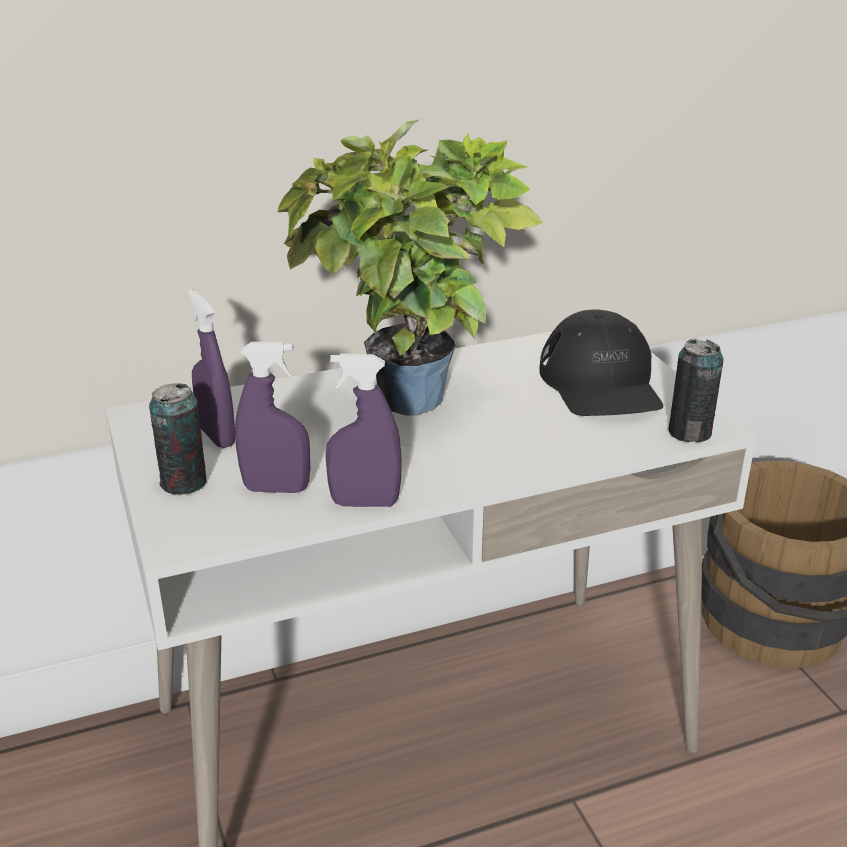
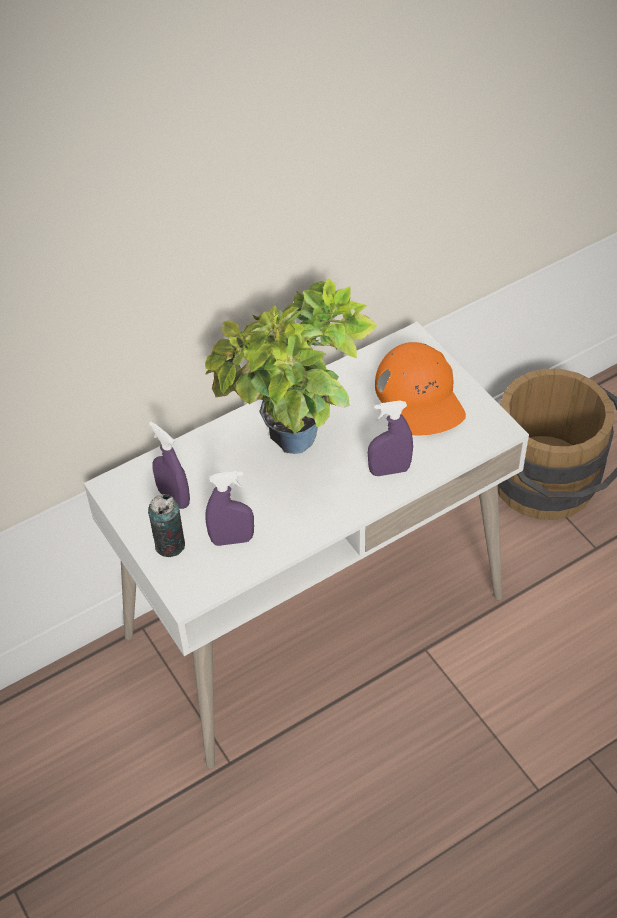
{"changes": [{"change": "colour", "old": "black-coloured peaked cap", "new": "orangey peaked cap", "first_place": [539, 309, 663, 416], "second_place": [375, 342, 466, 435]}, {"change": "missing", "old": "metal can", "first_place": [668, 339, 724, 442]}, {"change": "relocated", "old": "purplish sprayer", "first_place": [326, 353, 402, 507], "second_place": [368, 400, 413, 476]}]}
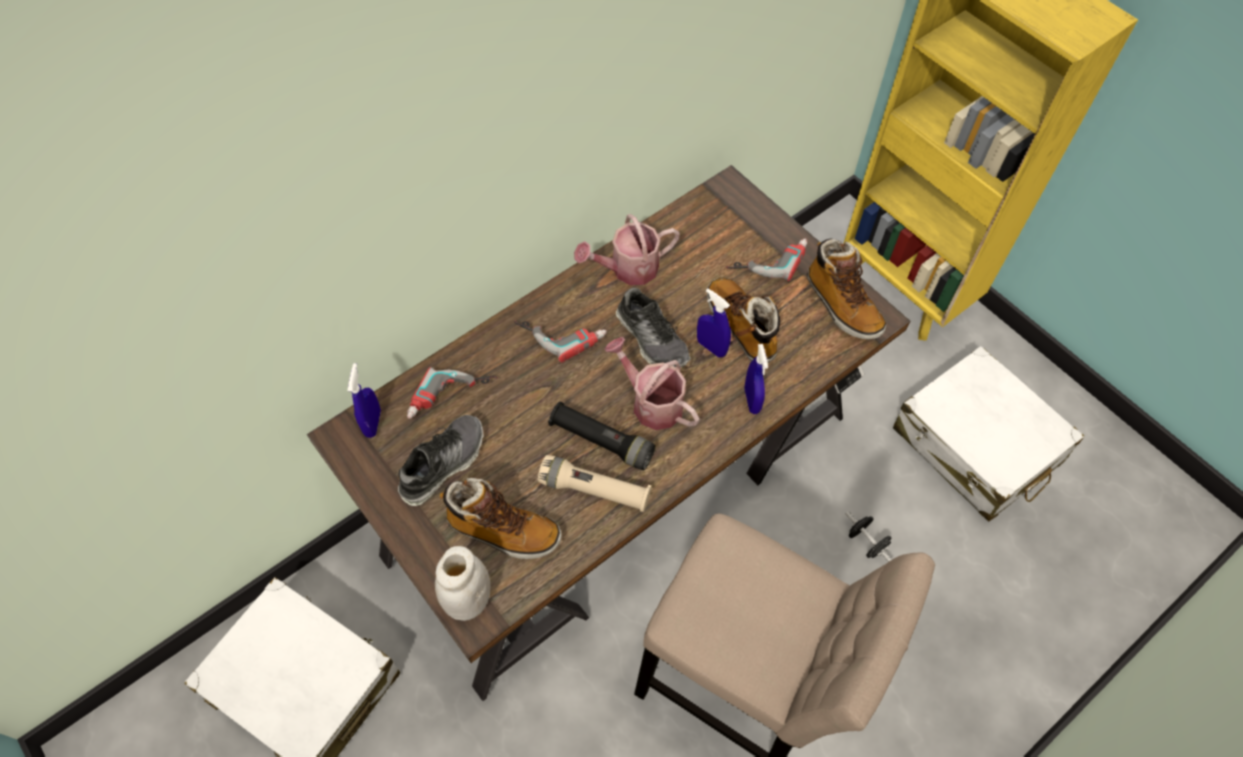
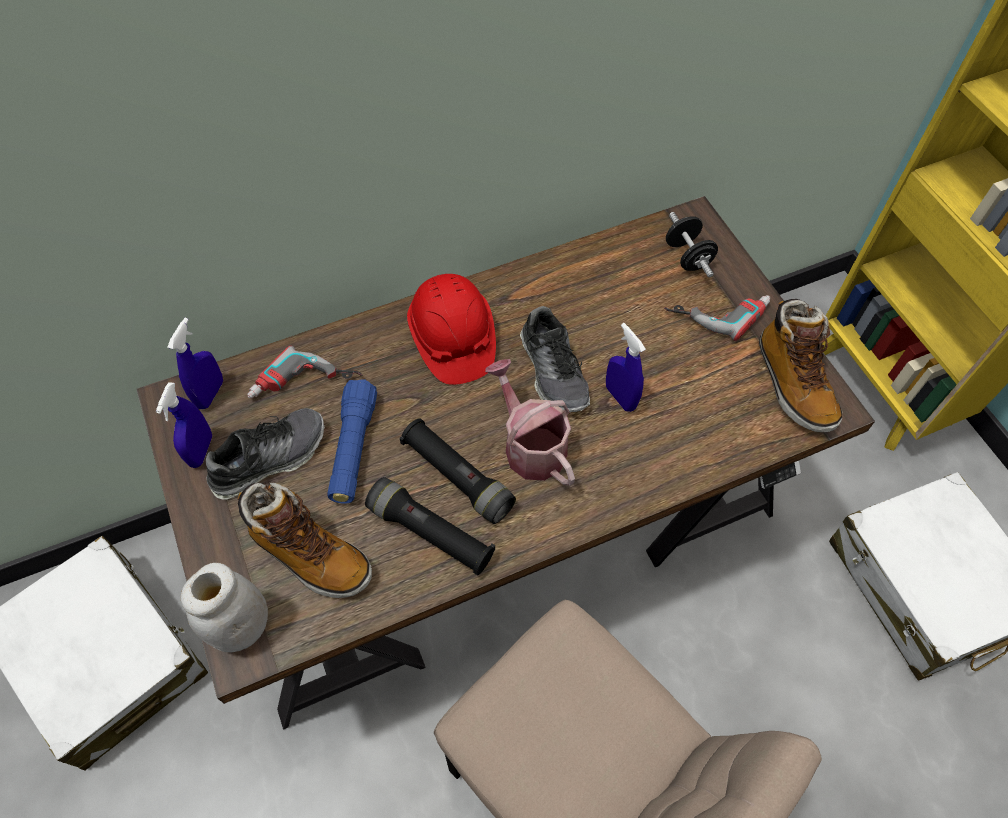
{"changes": [{"change": "missing", "old": "watering can", "first_place": [574, 214, 680, 285]}, {"change": "missing", "old": "boot", "first_place": [707, 277, 780, 363]}, {"change": "exchanged", "old": "drill", "new": "reddish hard hat", "first_place": [514, 321, 607, 363], "second_place": [407, 274, 496, 385]}, {"change": "relocated", "old": "blue sprayer", "first_place": [744, 344, 768, 414], "second_place": [156, 382, 212, 468]}, {"change": "colour", "old": "beige-coloured torch", "new": "black-coloured torch", "first_place": [538, 455, 651, 512], "second_place": [365, 477, 495, 575]}, {"change": "relocated", "old": "black-coloured hand weight", "first_place": [845, 511, 893, 562], "second_place": [666, 212, 718, 277]}, {"change": "appeared", "new": "blue torch", "second_place": [327, 379, 377, 504]}]}
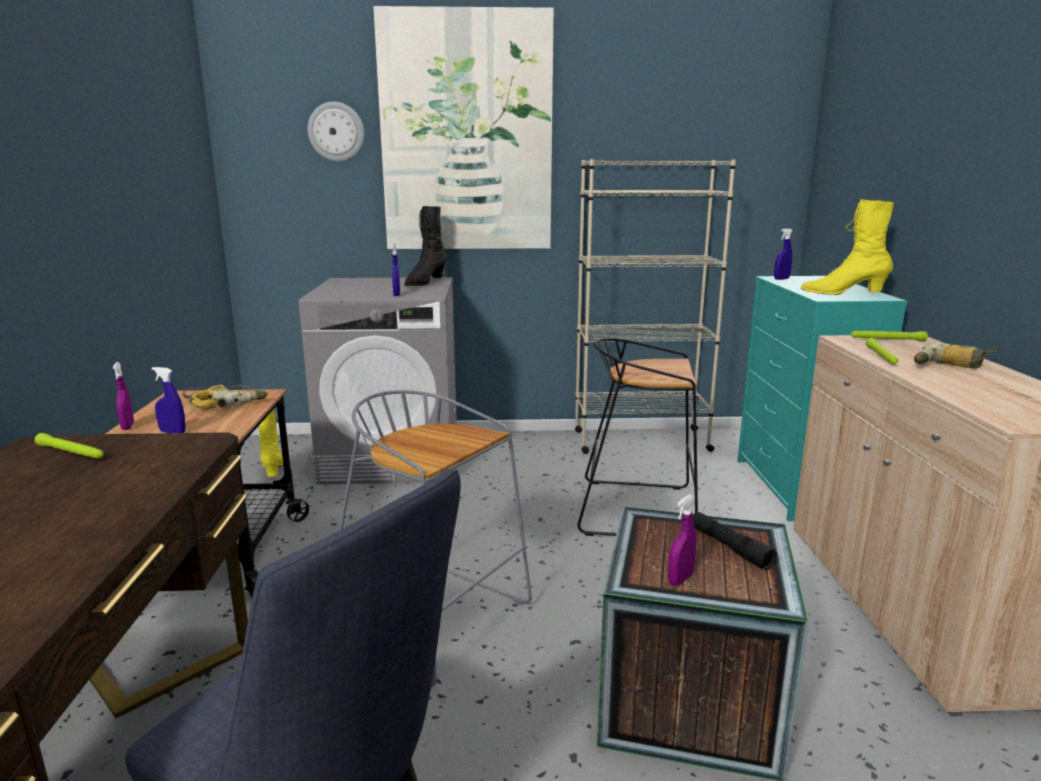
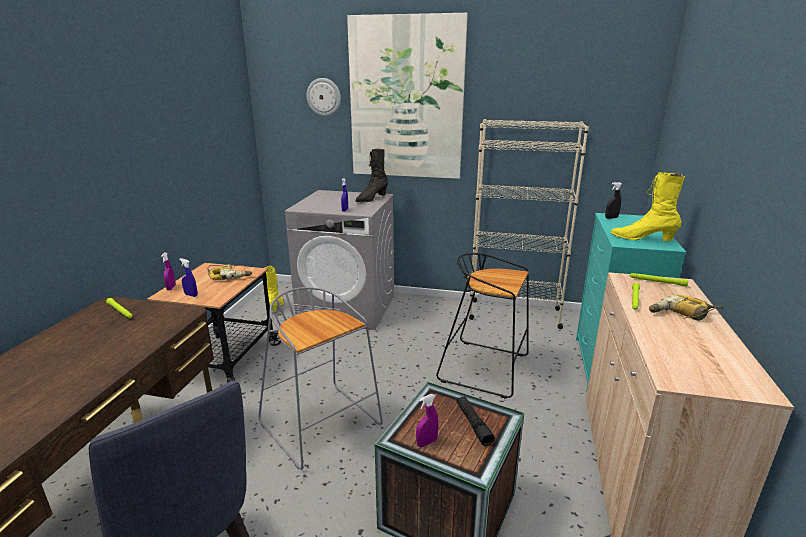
{"changes": [{"change": "colour", "old": "blue sprayer", "new": "black-coloured sprayer", "first_place": [774, 229, 792, 280], "second_place": [605, 182, 622, 219]}]}
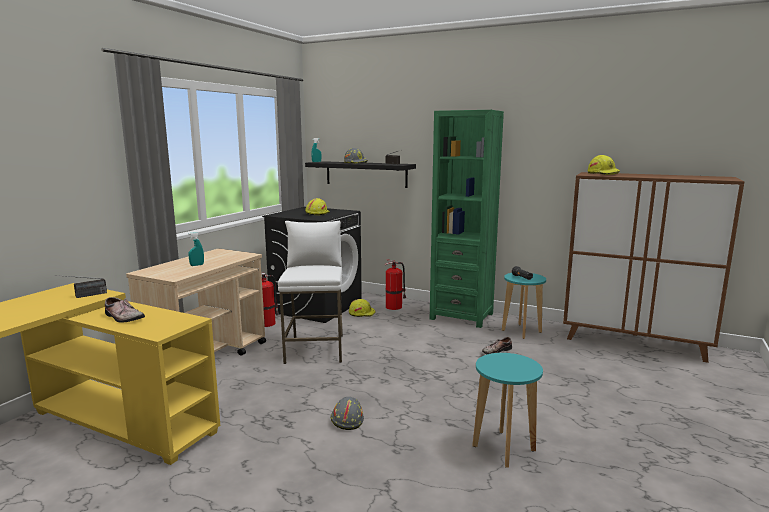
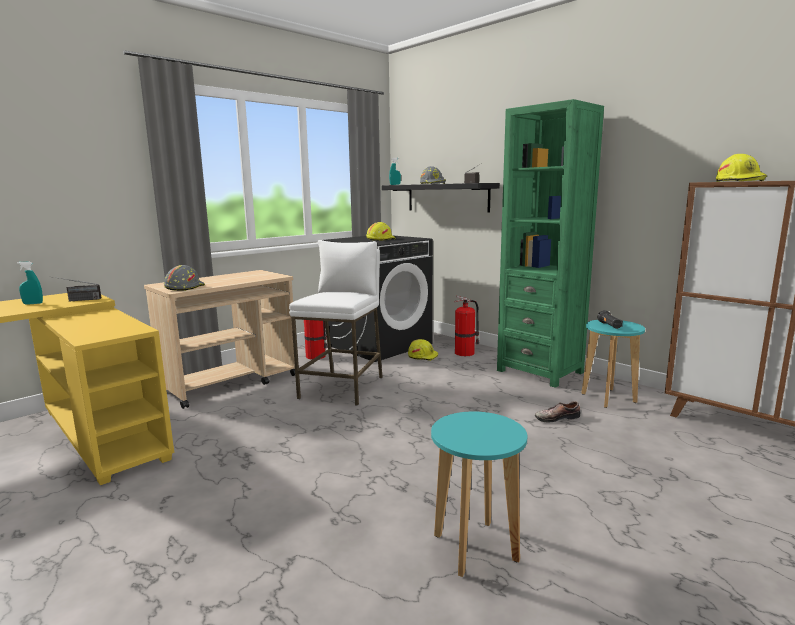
{"changes": [{"change": "relocated", "old": "turquoise-coloured sprayer", "first_place": [188, 232, 204, 266], "second_place": [17, 262, 43, 304]}, {"change": "missing", "old": "low shoe", "first_place": [105, 297, 145, 322]}, {"change": "relocated", "old": "gray hard hat", "first_place": [331, 397, 364, 430], "second_place": [164, 265, 205, 291]}]}
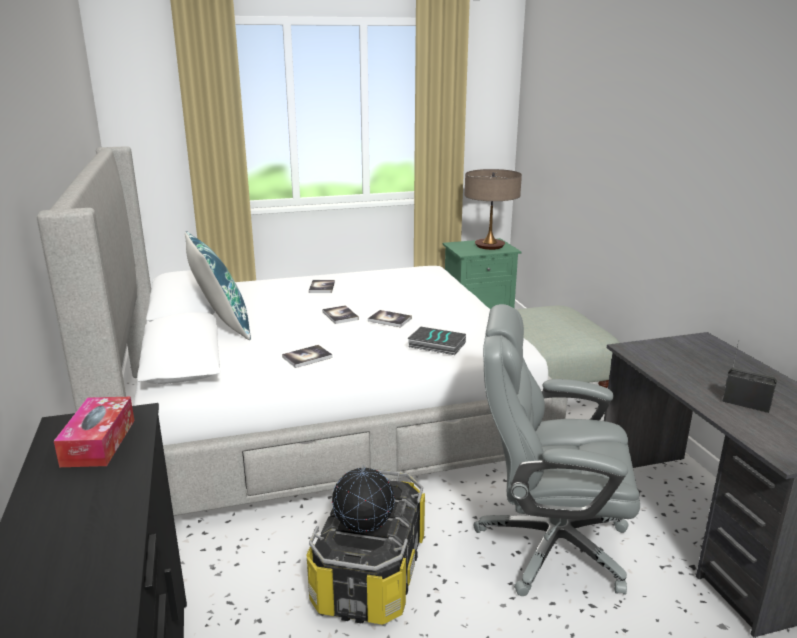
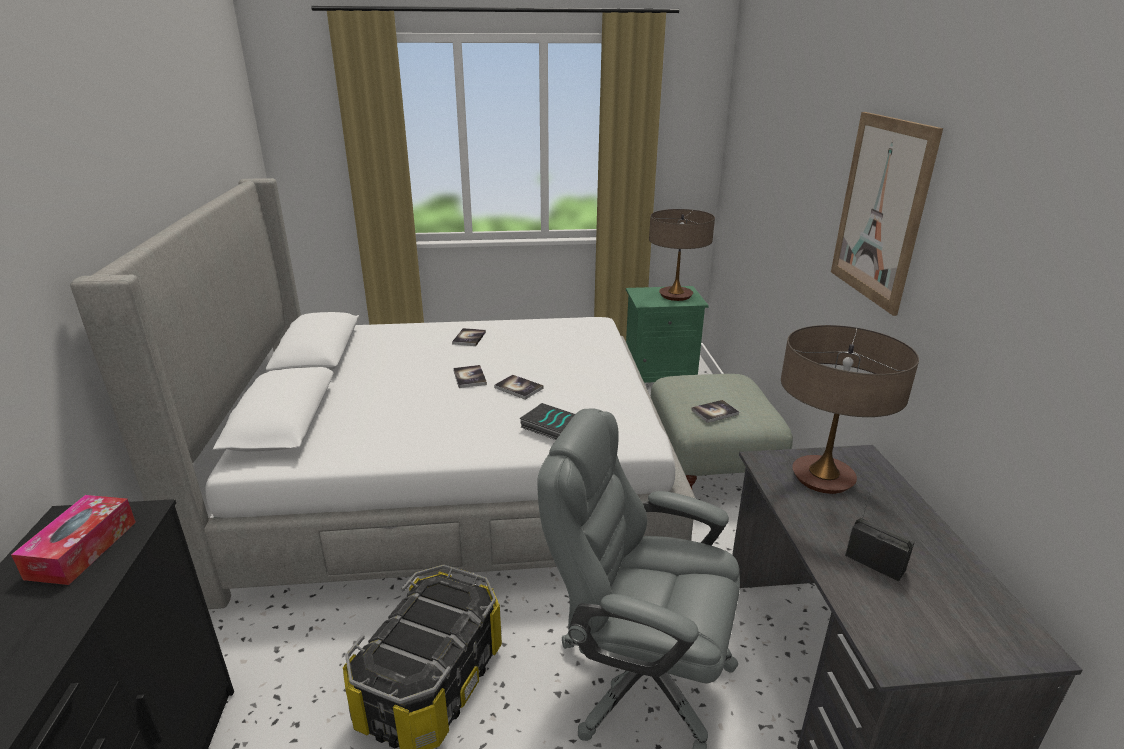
{"changes": [{"change": "missing", "old": "blue cushion", "first_place": [185, 231, 251, 340]}, {"change": "relocated", "old": "bound book", "first_place": [282, 345, 333, 368], "second_place": [691, 400, 739, 423]}, {"change": "missing", "old": "world globe", "first_place": [332, 465, 395, 532]}, {"change": "appeared", "new": "wall art", "second_place": [831, 112, 943, 316]}, {"change": "appeared", "new": "lamp for a table", "second_place": [781, 325, 919, 494]}]}
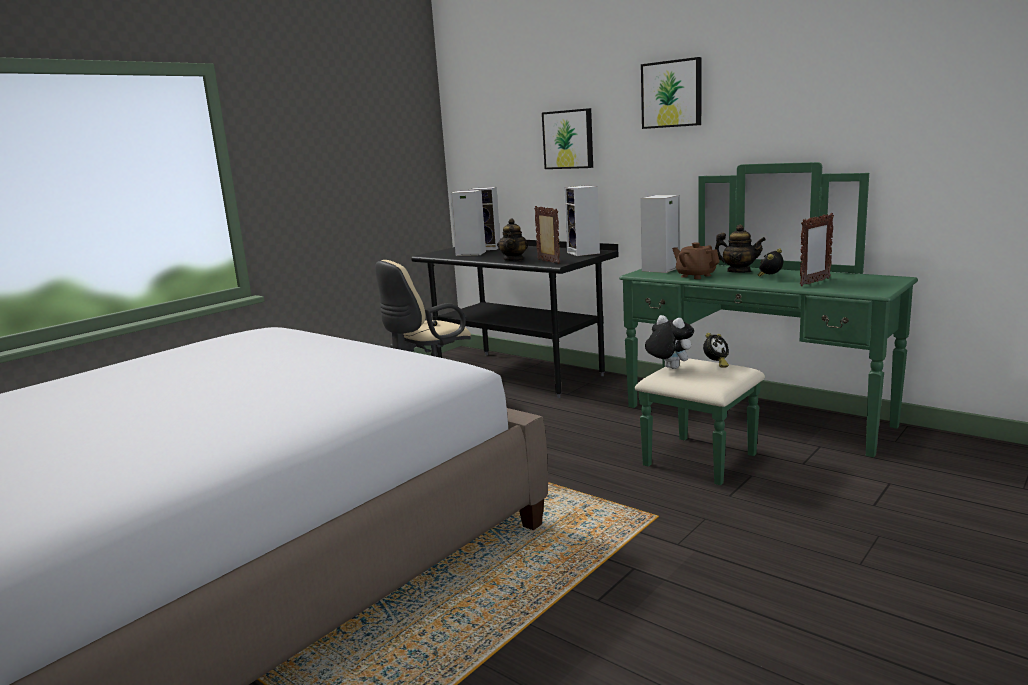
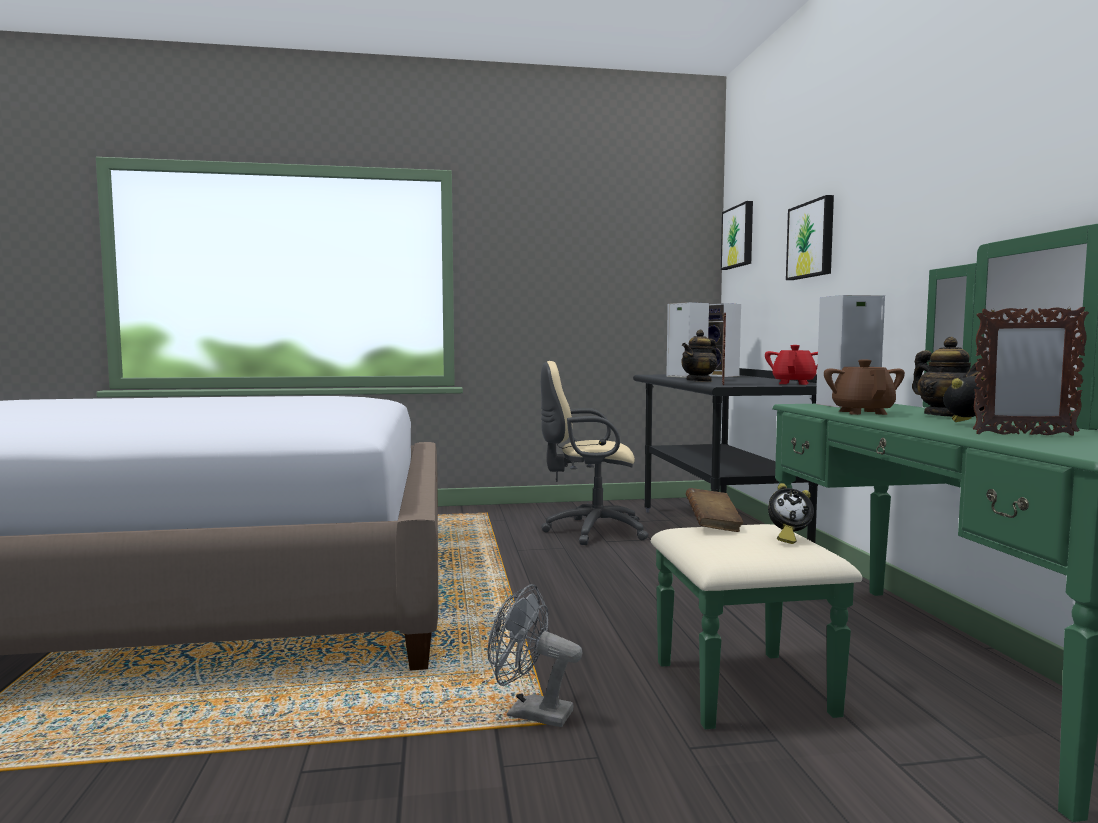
{"changes": [{"change": "relocated", "old": "wall art", "first_place": [641, 57, 701, 129], "second_place": [721, 201, 753, 270]}, {"change": "exchanged", "old": "loudspeaker", "new": "reddish pot for tea", "first_place": [564, 185, 600, 256], "second_place": [765, 345, 818, 385]}, {"change": "exchanged", "old": "soft toy", "new": "brown bound book", "first_place": [645, 315, 694, 369], "second_place": [686, 488, 744, 532]}, {"change": "appeared", "new": "gray fan", "second_place": [487, 584, 582, 727]}]}
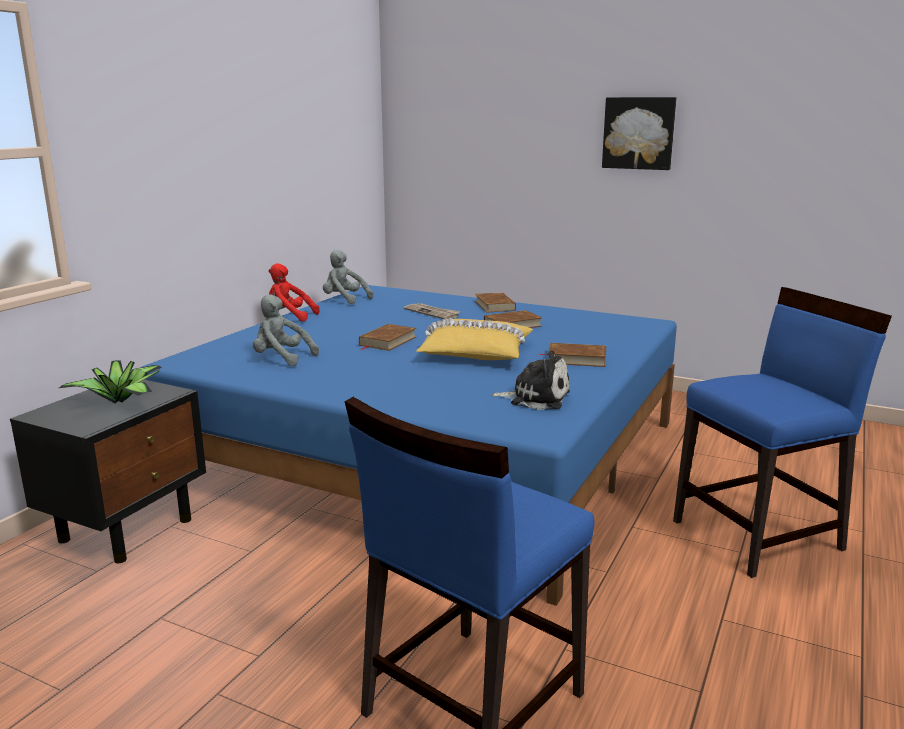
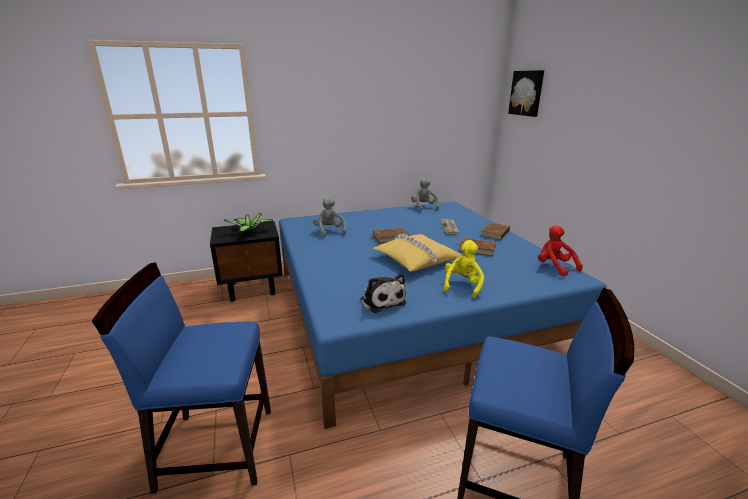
{"changes": [{"change": "relocated", "old": "wall art", "first_place": [602, 97, 676, 170], "second_place": [508, 70, 544, 117]}, {"change": "relocated", "old": "reddish soft toy", "first_place": [269, 263, 320, 321], "second_place": [538, 225, 583, 276]}, {"change": "exchanged", "old": "brown bound book", "new": "yellow soft toy", "first_place": [540, 343, 606, 367], "second_place": [443, 240, 484, 298]}]}
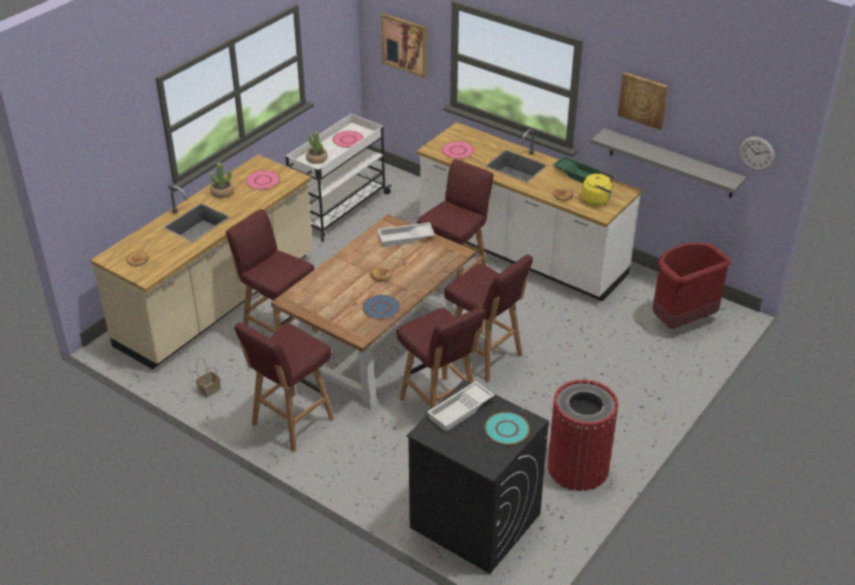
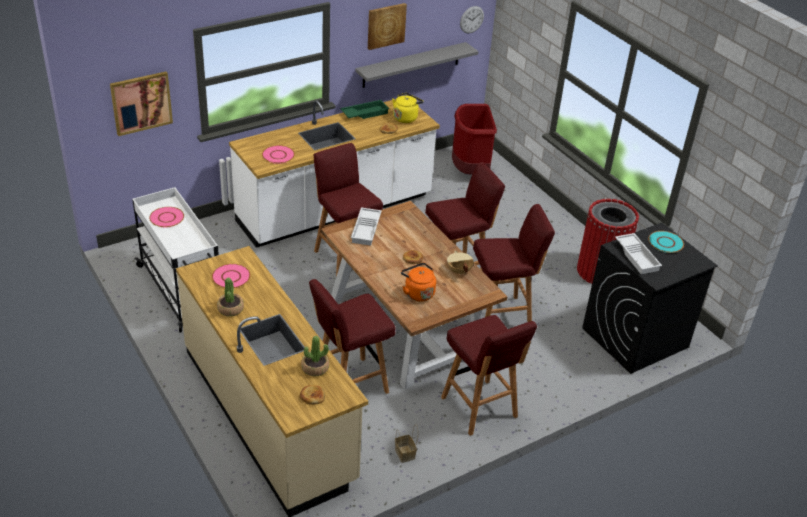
{"changes": [{"change": "relocated", "old": "potted plant", "first_place": [306, 131, 328, 164], "second_place": [301, 336, 329, 376]}, {"change": "exchanged", "old": "blue dinner plate", "new": "beige-coloured stockpot", "first_place": [362, 295, 401, 319], "second_place": [447, 250, 474, 275]}, {"change": "appeared", "new": "orangey water kettle", "second_place": [401, 263, 436, 302]}]}
